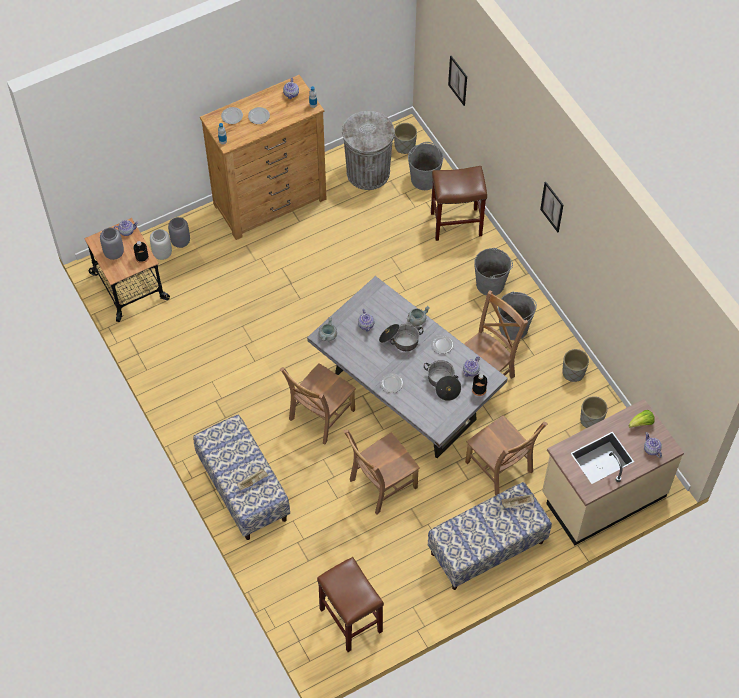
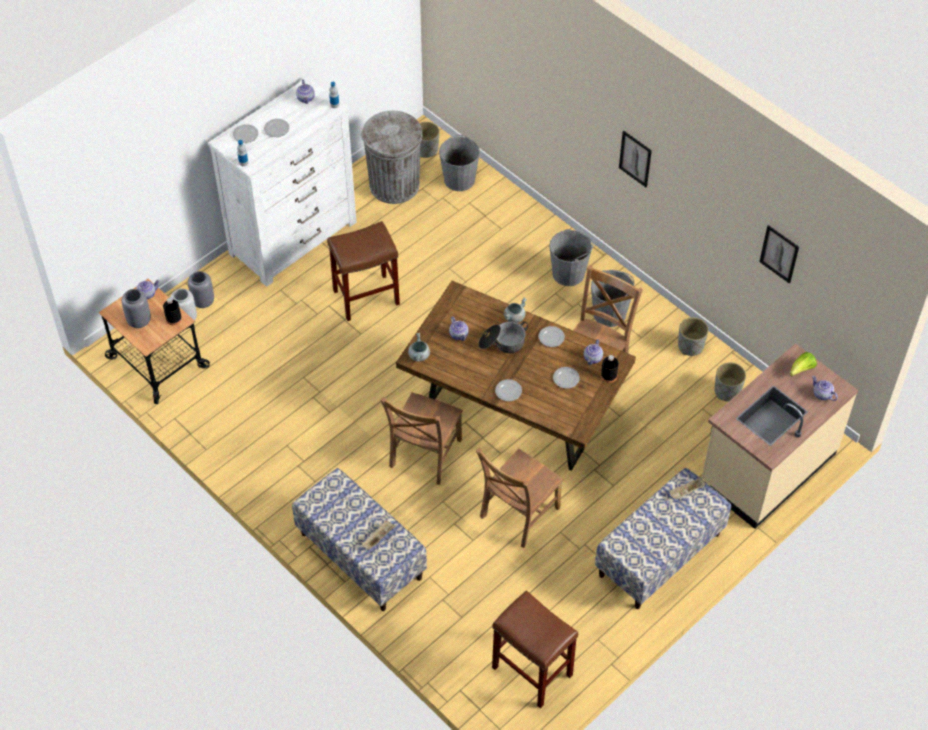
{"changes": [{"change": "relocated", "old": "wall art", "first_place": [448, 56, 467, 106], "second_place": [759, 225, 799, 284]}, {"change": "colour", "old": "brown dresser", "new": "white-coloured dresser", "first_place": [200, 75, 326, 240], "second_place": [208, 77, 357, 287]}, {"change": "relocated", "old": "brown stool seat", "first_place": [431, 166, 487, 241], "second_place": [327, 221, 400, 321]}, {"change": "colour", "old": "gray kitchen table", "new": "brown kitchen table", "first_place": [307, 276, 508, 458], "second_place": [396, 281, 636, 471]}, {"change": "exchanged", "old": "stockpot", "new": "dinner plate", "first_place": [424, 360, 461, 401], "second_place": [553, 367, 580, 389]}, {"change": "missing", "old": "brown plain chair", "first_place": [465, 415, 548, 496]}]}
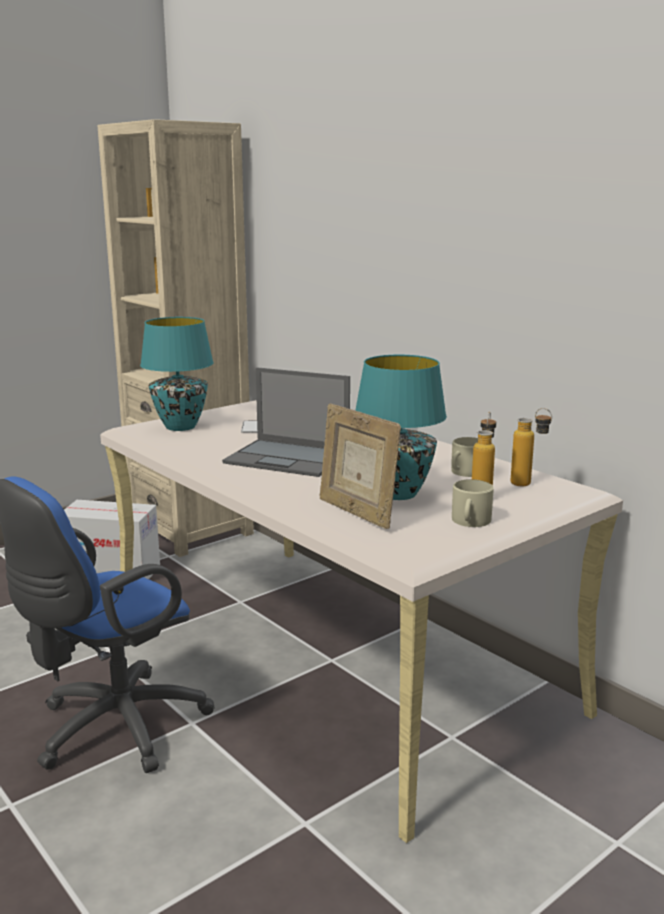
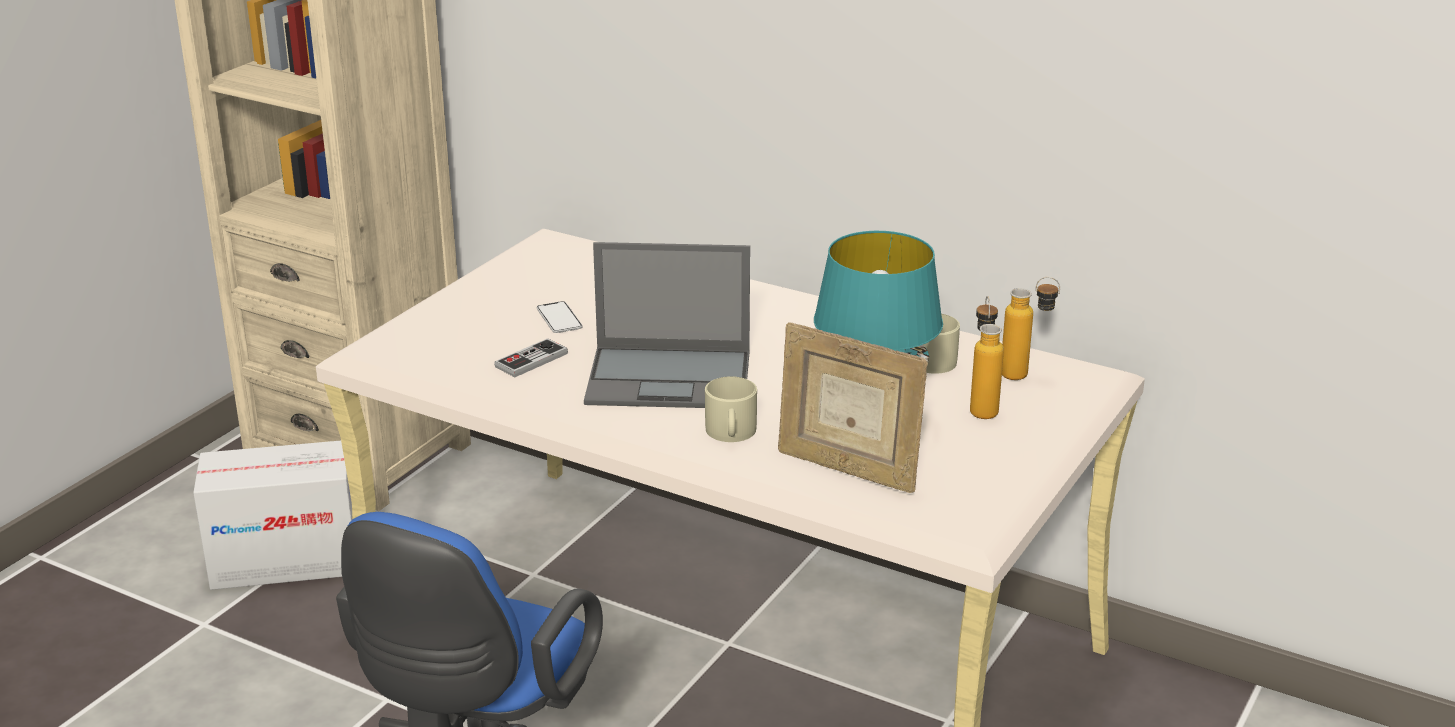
{"changes": [{"change": "missing", "old": "turquoise-coloured lamp for a table", "first_place": [140, 317, 214, 431]}, {"change": "relocated", "old": "beige-coloured mug", "first_place": [452, 479, 494, 527], "second_place": [705, 376, 757, 442]}, {"change": "appeared", "new": "joypad", "second_place": [494, 338, 568, 377]}]}
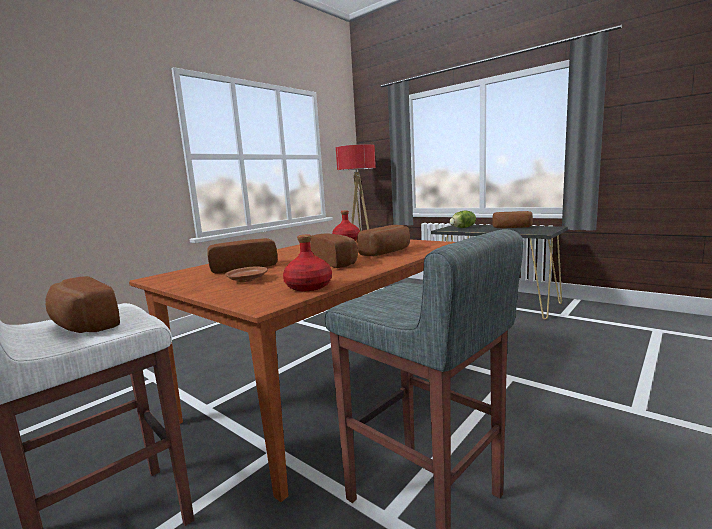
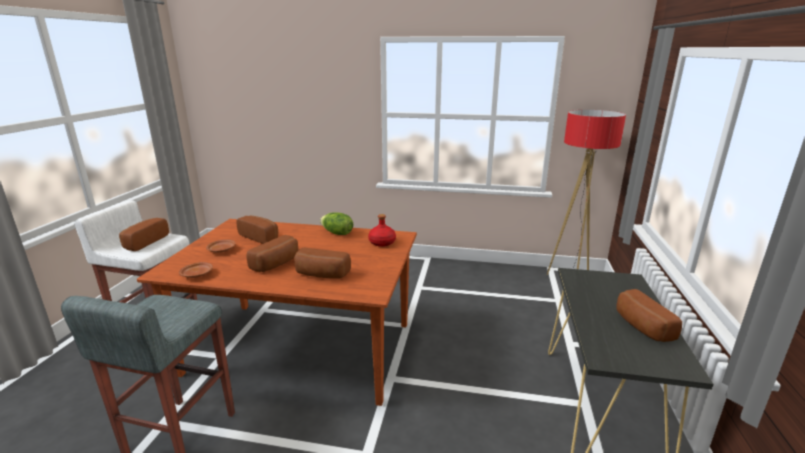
{"changes": [{"change": "relocated", "old": "lettuce head", "first_place": [450, 210, 476, 228], "second_place": [320, 212, 353, 235]}, {"change": "exchanged", "old": "reddish beverage bottle", "new": "brown dinner plate", "first_place": [283, 235, 332, 291], "second_place": [179, 262, 213, 278]}]}
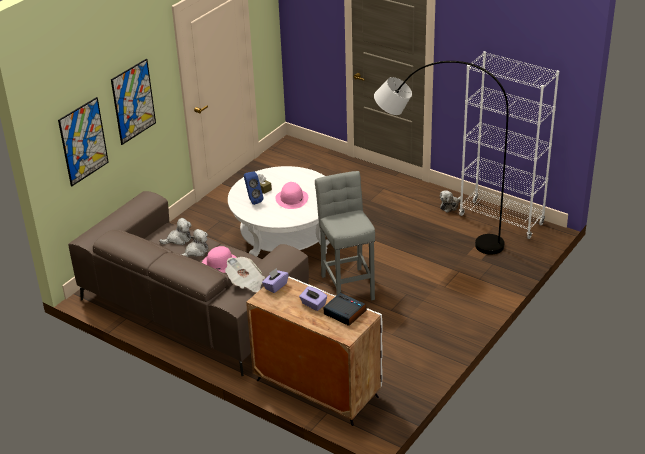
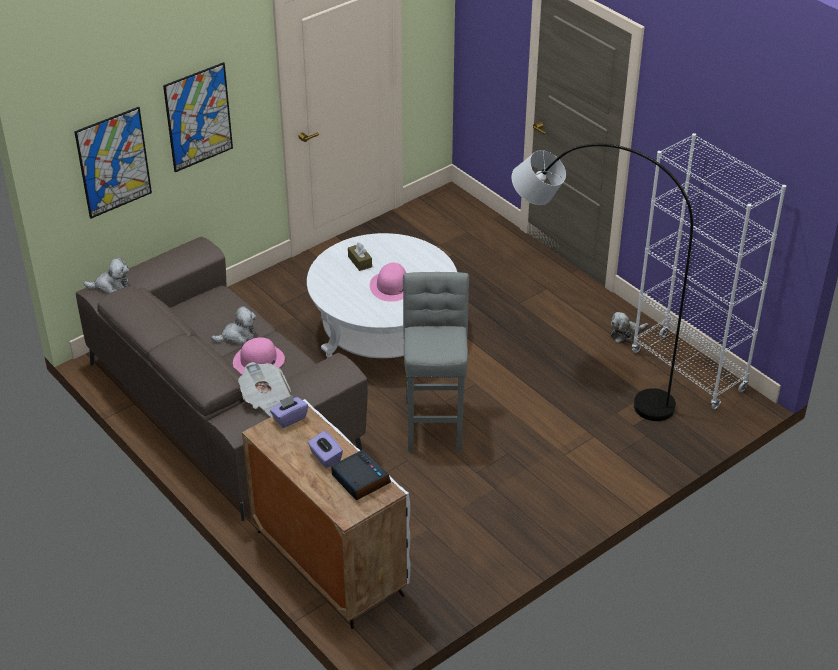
{"changes": [{"change": "missing", "old": "blue loudspeaker", "first_place": [244, 172, 264, 205]}, {"change": "relocated", "old": "soft toy", "first_place": [159, 218, 192, 245], "second_place": [84, 258, 129, 294]}]}
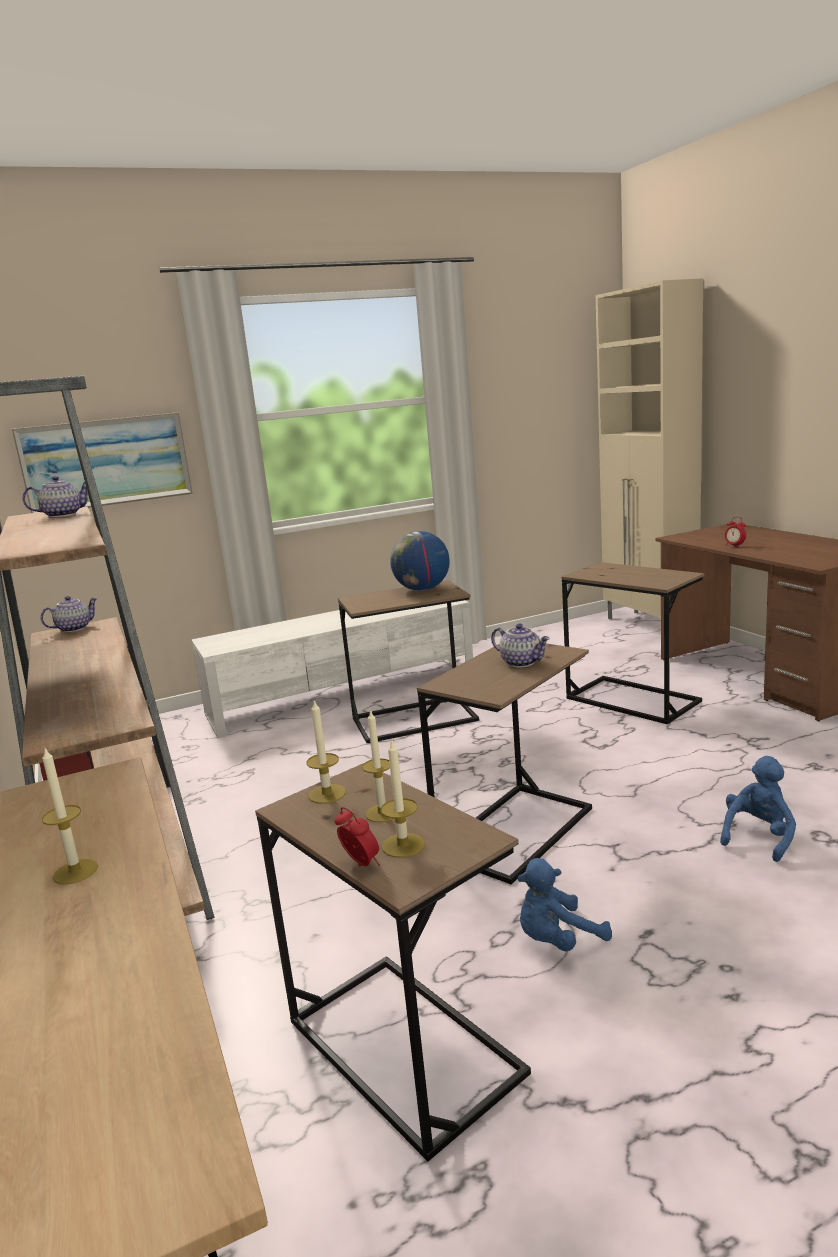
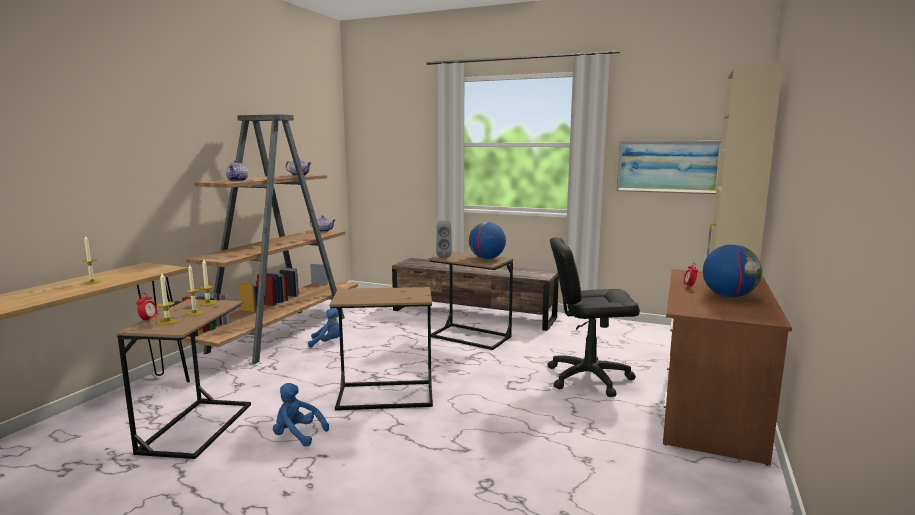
{"changes": [{"change": "relocated", "old": "wall art", "first_place": [12, 412, 193, 513], "second_place": [617, 141, 721, 194]}, {"change": "exchanged", "old": "brown accent table", "new": "black-coloured office chair", "first_place": [561, 562, 705, 724], "second_place": [547, 237, 640, 397]}, {"change": "colour", "old": "white-coloured media console", "new": "brown media console", "first_place": [191, 600, 473, 738], "second_place": [392, 258, 559, 331]}, {"change": "relocated", "old": "pot for tea", "first_place": [491, 624, 550, 667], "second_place": [226, 160, 248, 181]}, {"change": "relocated", "old": "blue soft toy", "first_place": [720, 756, 796, 862], "second_place": [308, 308, 340, 348]}, {"change": "appeared", "new": "gray loudspeaker", "second_place": [436, 220, 452, 257]}, {"change": "appeared", "new": "world globe", "second_place": [703, 244, 762, 298]}]}
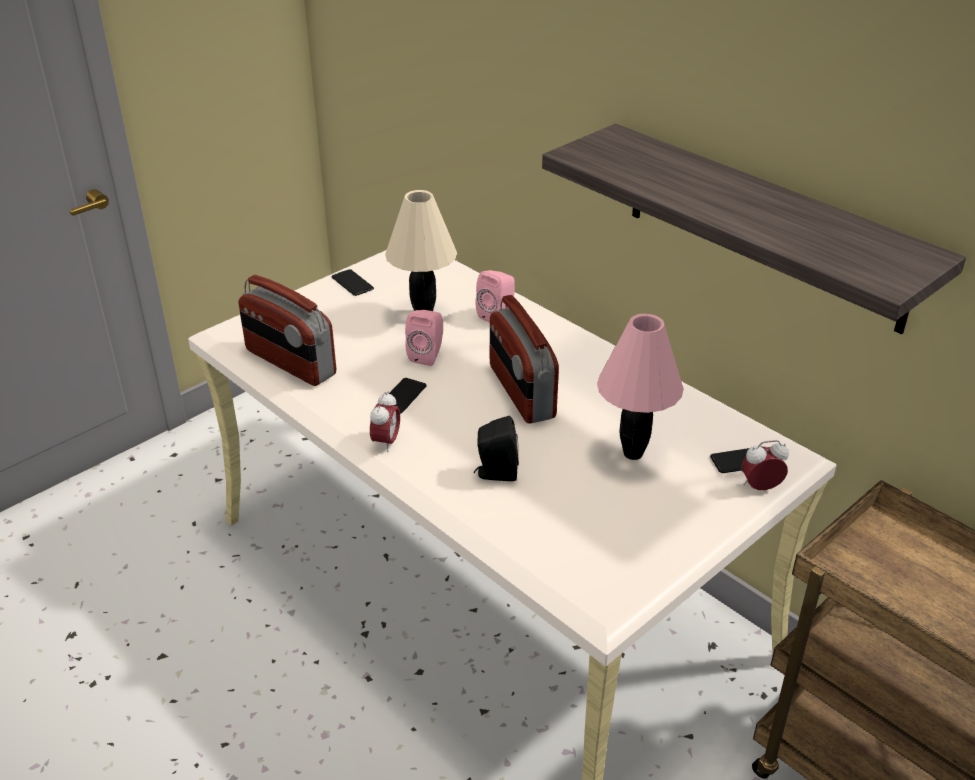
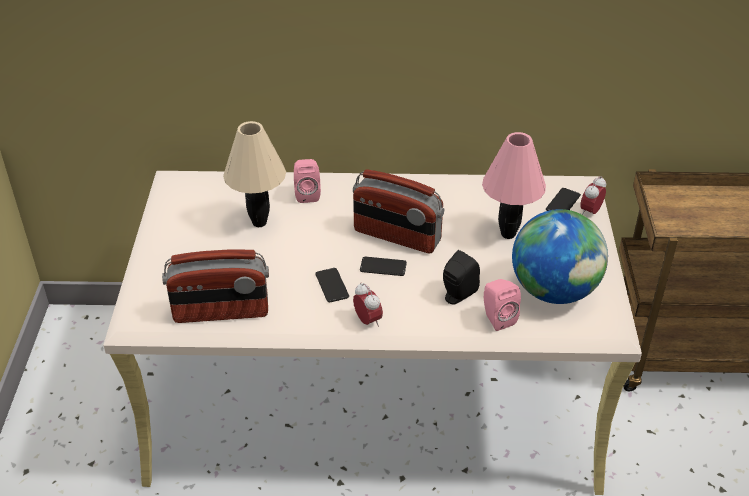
{"changes": [{"change": "missing", "old": "wall shelf", "first_place": [542, 124, 966, 334]}, {"change": "relocated", "old": "phone", "first_place": [331, 269, 374, 296], "second_place": [360, 257, 407, 276]}, {"change": "relocated", "old": "pinkish loudspeaker", "first_place": [405, 310, 443, 366], "second_place": [484, 279, 521, 331]}, {"change": "appeared", "new": "world globe", "second_place": [512, 209, 608, 304]}]}
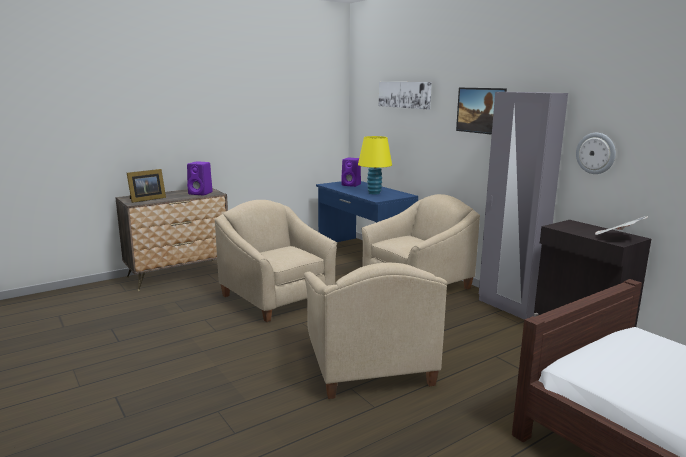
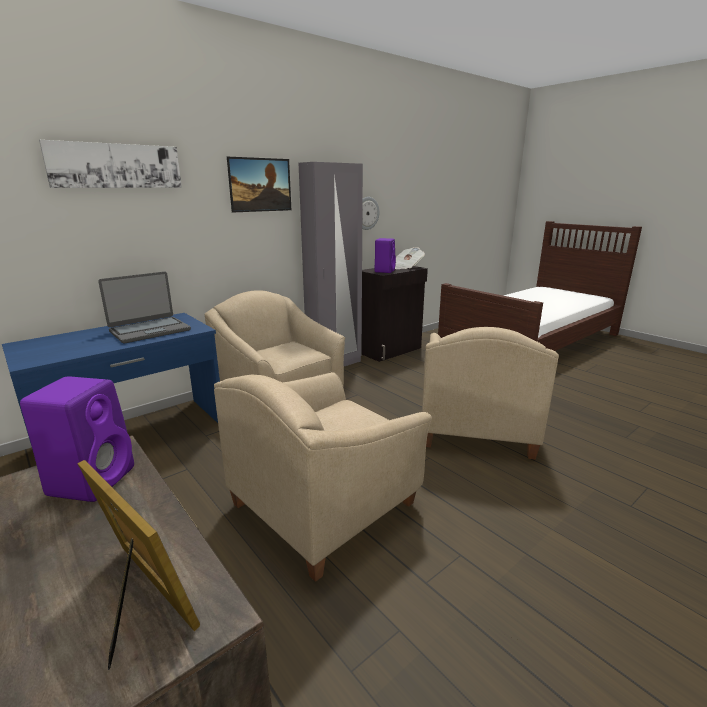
{"changes": [{"change": "exchanged", "old": "yellow lamp for a table", "new": "notebook computer", "first_place": [358, 136, 392, 194], "second_place": [98, 272, 191, 343]}, {"change": "relocated", "old": "purplish loudspeaker", "first_place": [341, 158, 361, 187], "second_place": [374, 238, 396, 273]}, {"change": "spun", "old": "beige-coloured lounge chair", "first_place": [304, 263, 447, 399], "second_place": [422, 327, 559, 459], "degrees": 120}]}
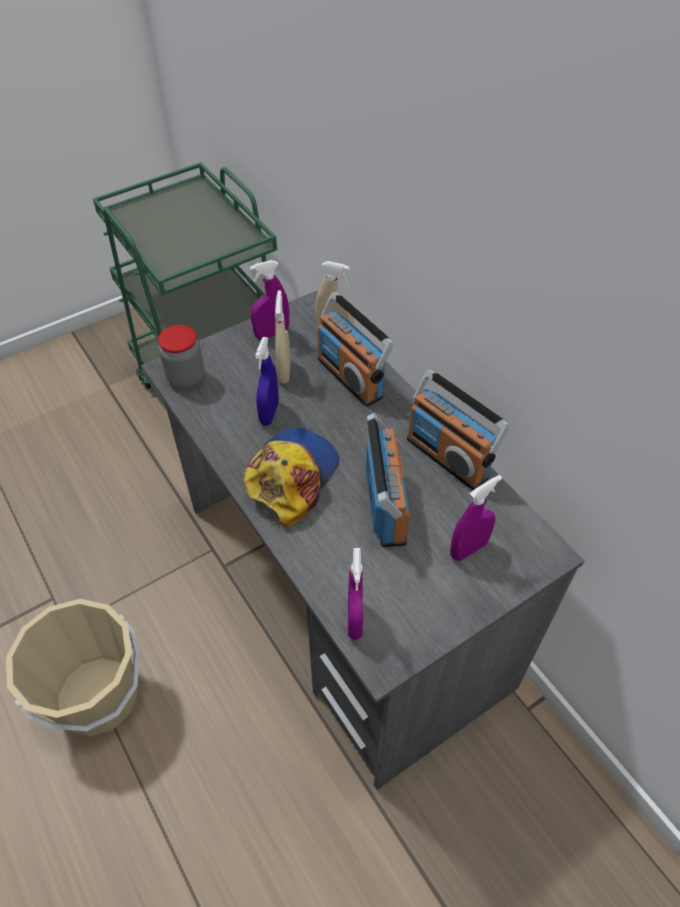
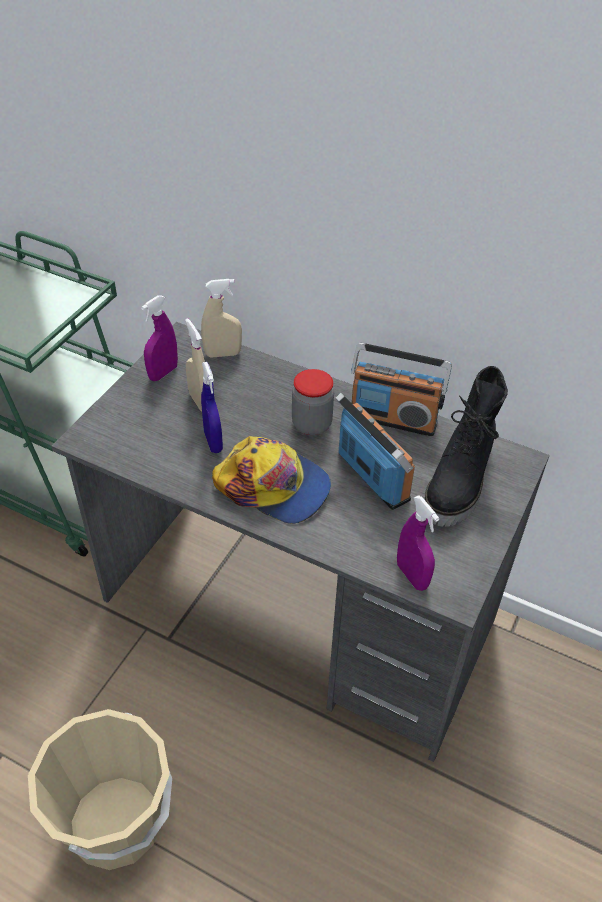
{"changes": [{"change": "missing", "old": "radio set", "first_place": [318, 292, 394, 407]}, {"change": "relocated", "old": "preserve jar", "first_place": [158, 325, 205, 389], "second_place": [292, 369, 334, 435]}, {"change": "spun", "old": "peaked cap", "first_place": [244, 428, 339, 526], "second_place": [212, 436, 331, 524], "degrees": 120}, {"change": "exchanged", "old": "purplish sprayer", "new": "black-coloured boot", "first_place": [450, 475, 502, 561], "second_place": [424, 366, 508, 527]}]}
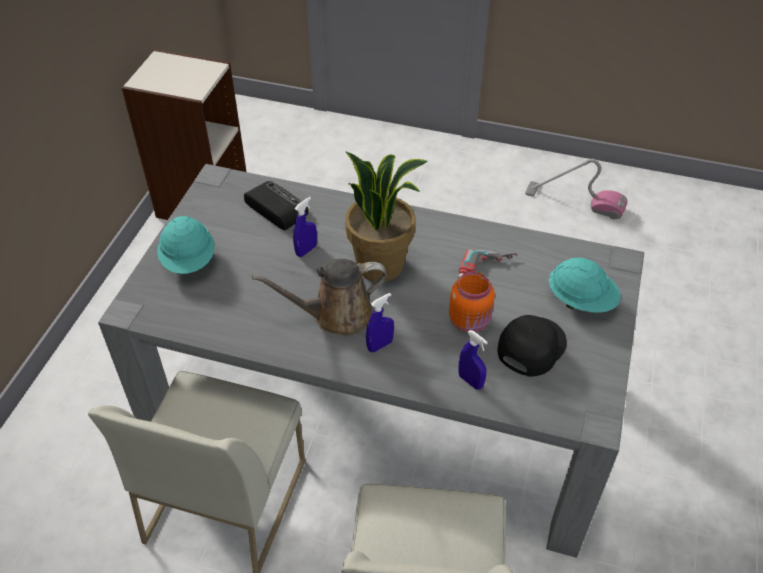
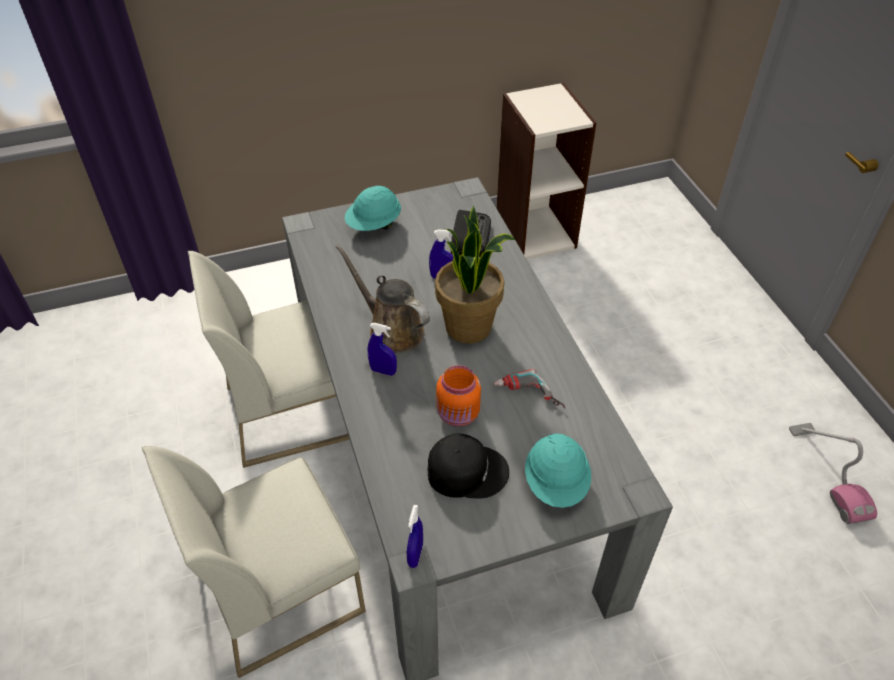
{"changes": [{"change": "relocated", "old": "blue sprayer", "first_place": [458, 330, 488, 389], "second_place": [407, 505, 423, 568]}]}
